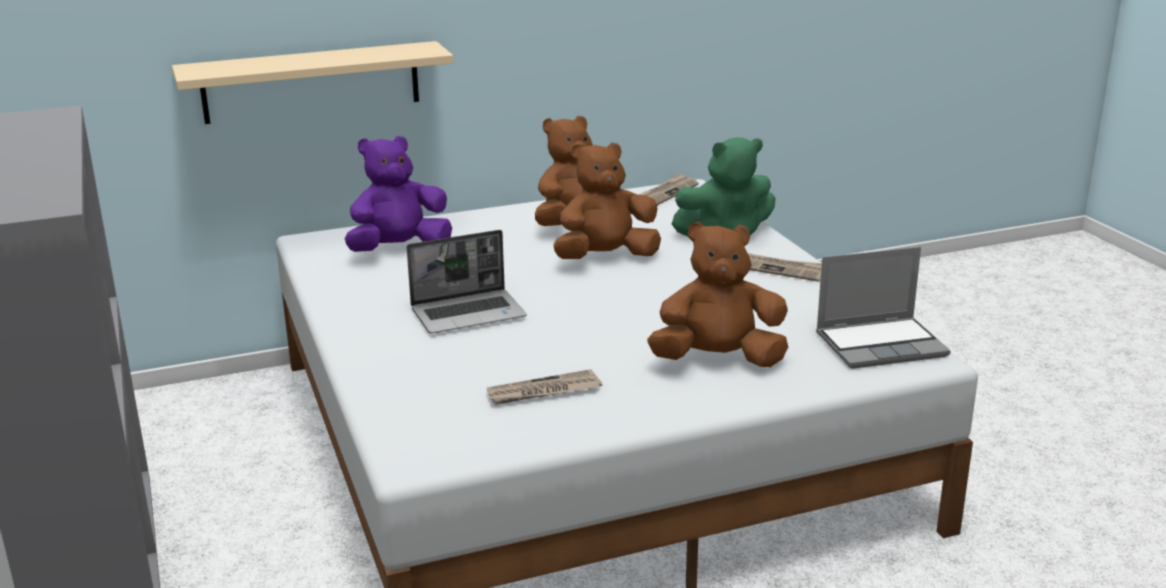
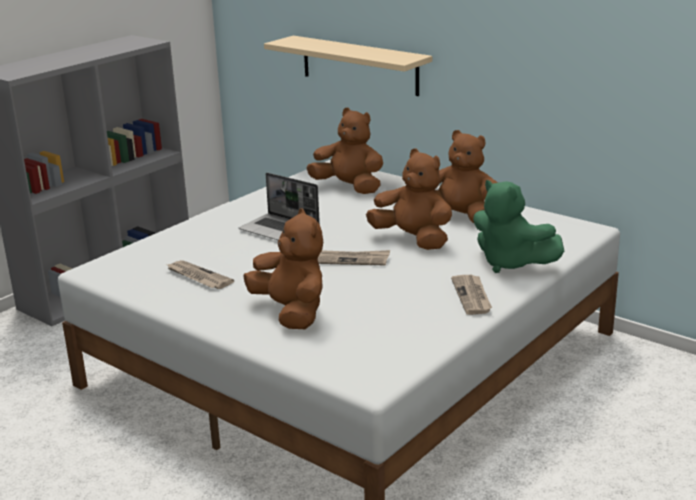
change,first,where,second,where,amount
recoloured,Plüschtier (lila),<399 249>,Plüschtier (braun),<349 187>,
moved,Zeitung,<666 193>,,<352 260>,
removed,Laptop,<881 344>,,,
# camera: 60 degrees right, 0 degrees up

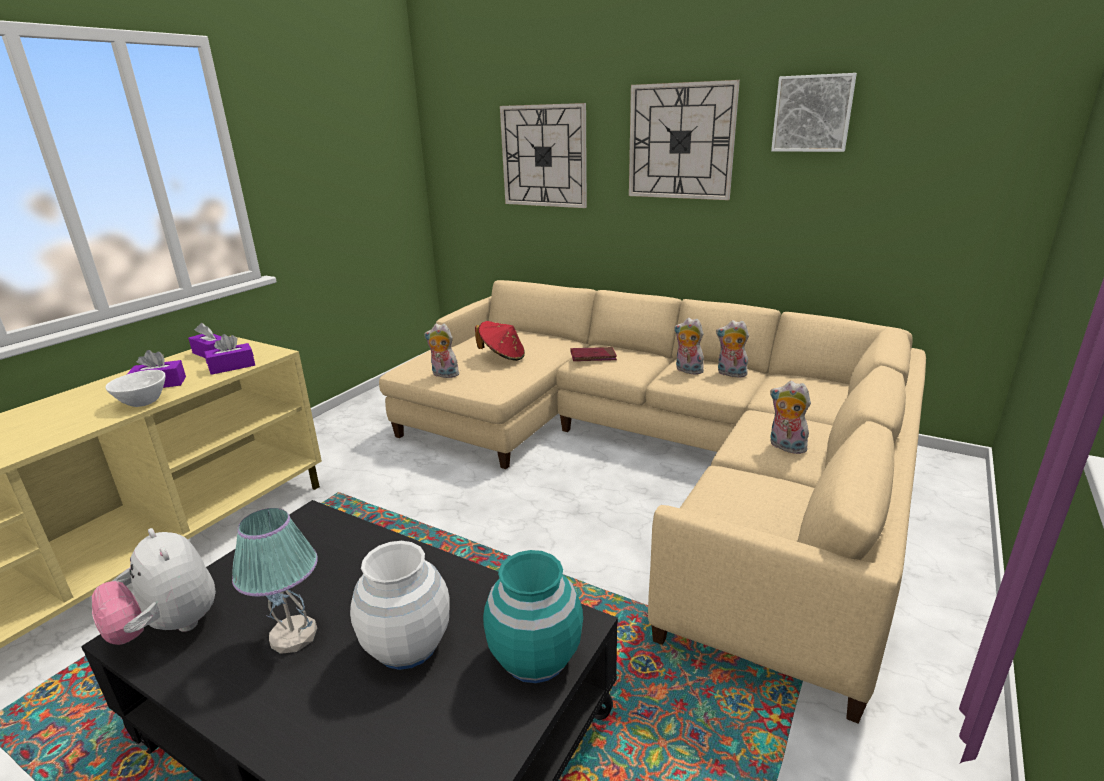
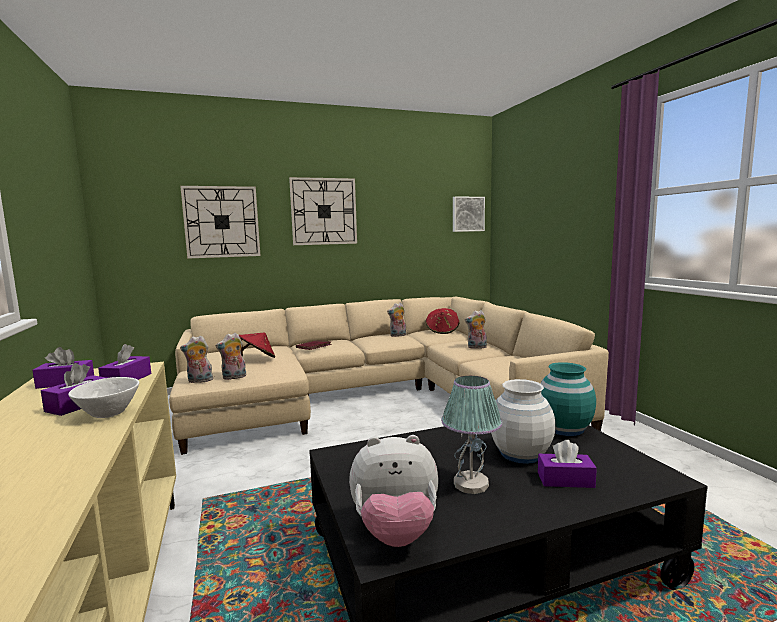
change,first,where,second,where,amount
moved,Bild,<812 113>,,<467 214>,
moved,Plüschtier,<687 370>,,<199 381>,
added,,,Hut (rot),<442 331>,
added,,,Taschentuchbox (lila),<565 480>,
# camera: 50 degrees left, 15 degrees down

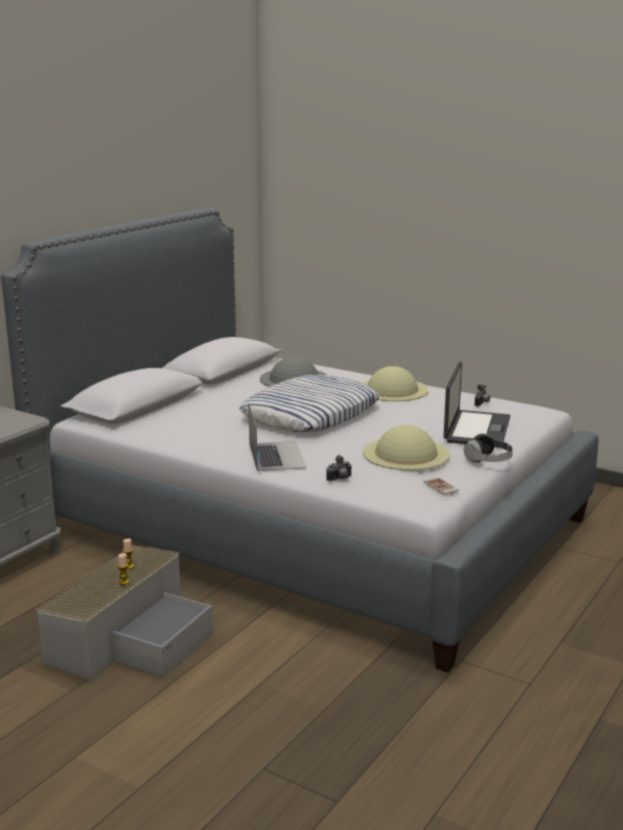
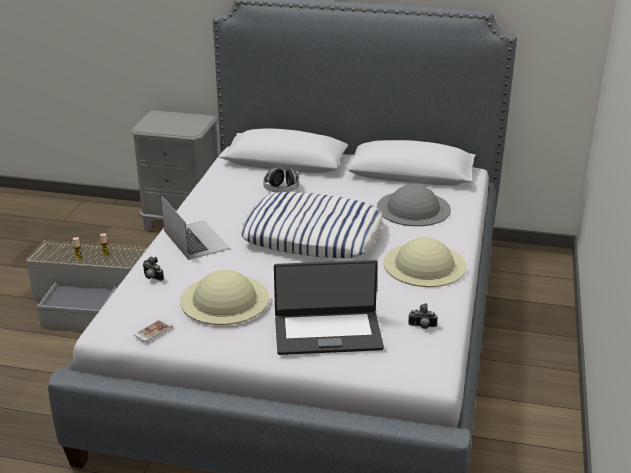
change,first,where,second,where,amount
turned,Laptop,<276 455>,,<196 239>,90 degrees counterclockwise
moved,Kopfhörer,<488 461>,,<281 190>,
# camera: 70 degrees right, 10 degrees up

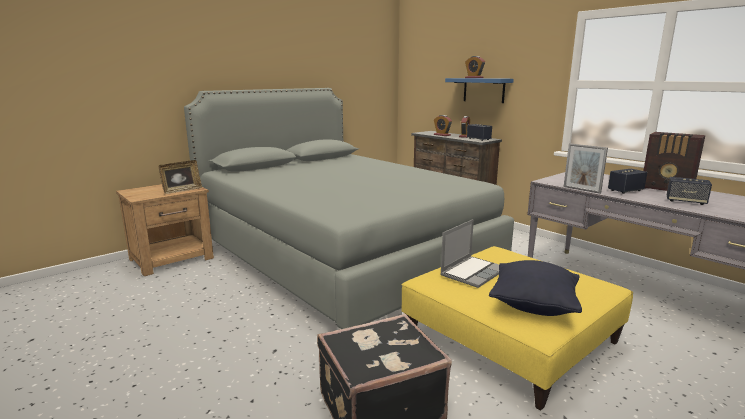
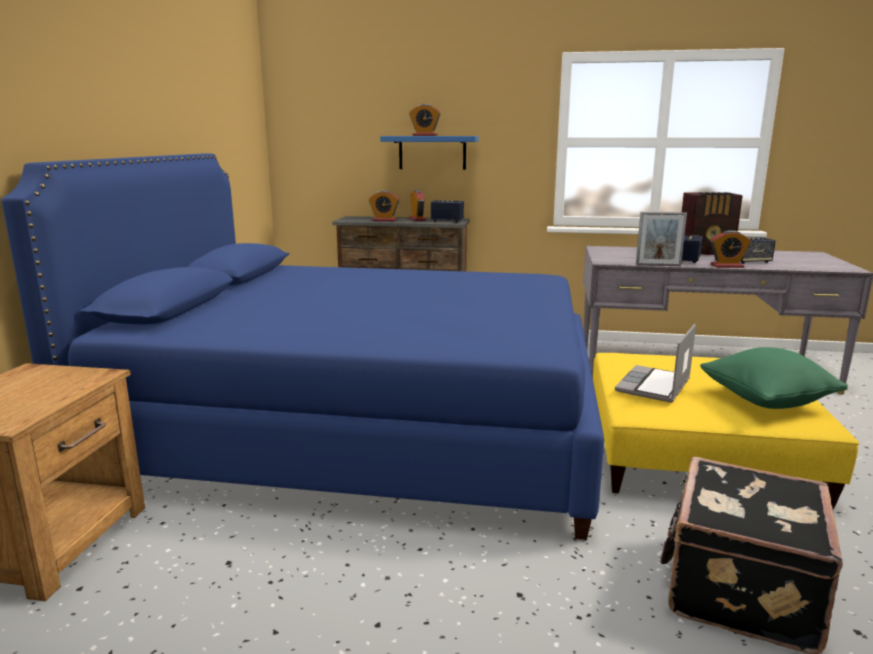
change,first,where,second,where,amount
recoloured,Bett (grau),<341 256>,Bett (blau),<361 429>,
removed,Bilderrahmen,<182 190>,,,
turned,Laptop,<473 272>,,<654 386>,150 degrees counterclockwise
recoloured,Kissen (schwarz),<533 306>,Kissen (grün),<766 401>,
added,,,Wecker,<727 266>,
# camera: 40 degrees left, 0 degrees up

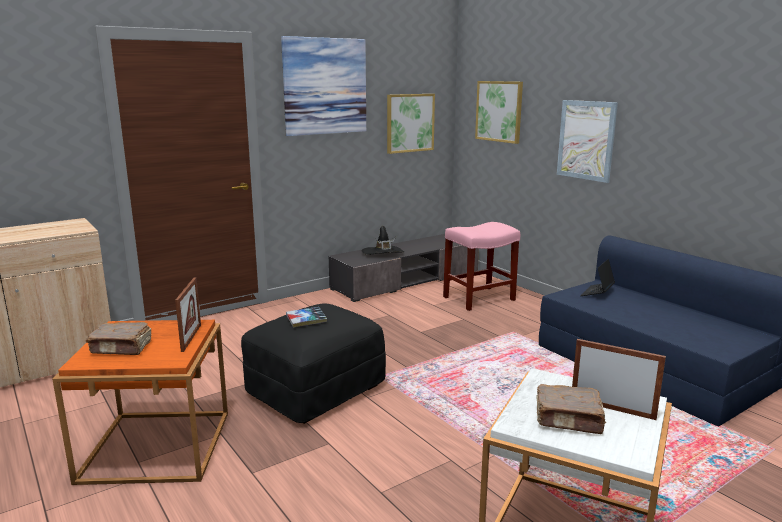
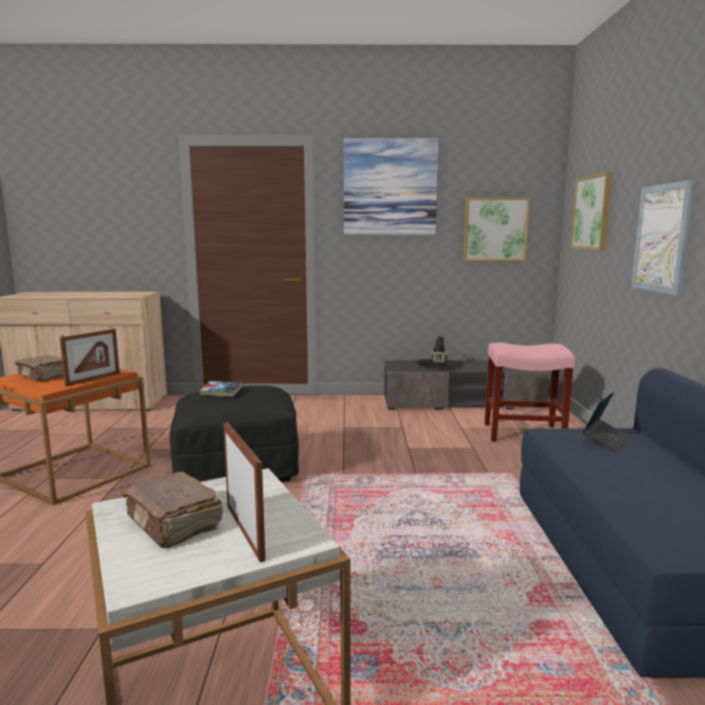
change,first,where,second,where,amount
turned,Laptop,<597 293>,,<606 440>,150 degrees clockwise
# camera: 35 degrees right, 5 degrees down

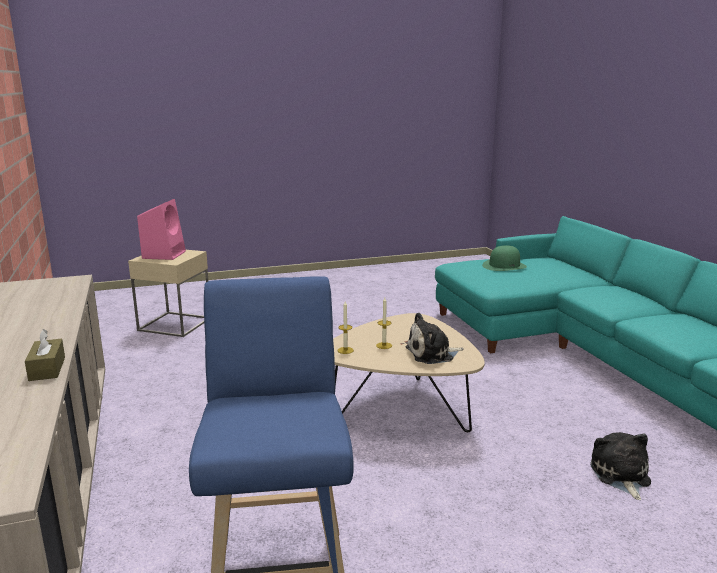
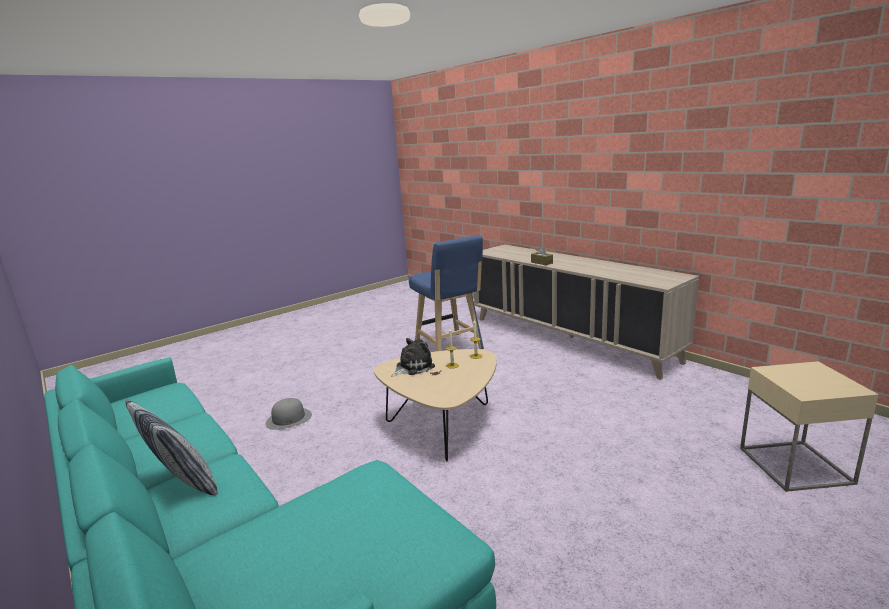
change,first,where,second,where,amount
removed,Lautsprecher (rosa),<164 254>,,,
removed,Hut (grün),<504 266>,,,
replaced,Plüschtier,<620 475>,Hut (grau),<289 419>,
added,,,Kissen,<183 484>,
# camera: 160 degrees right, 0 degrees up

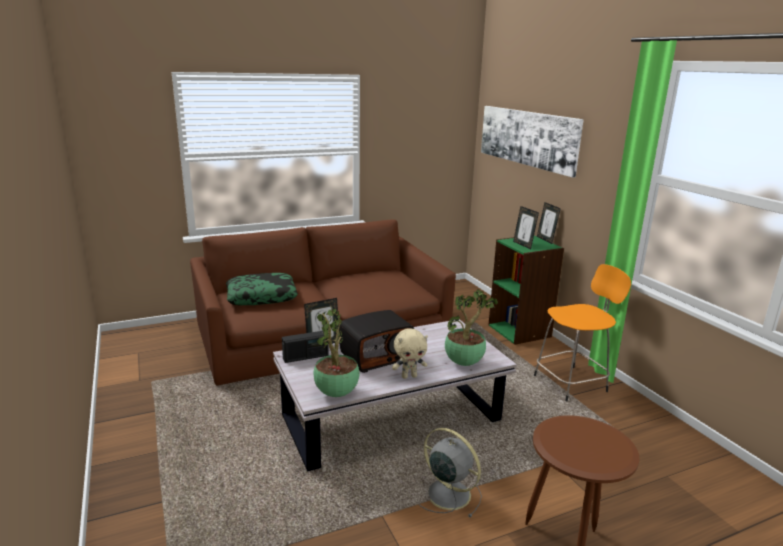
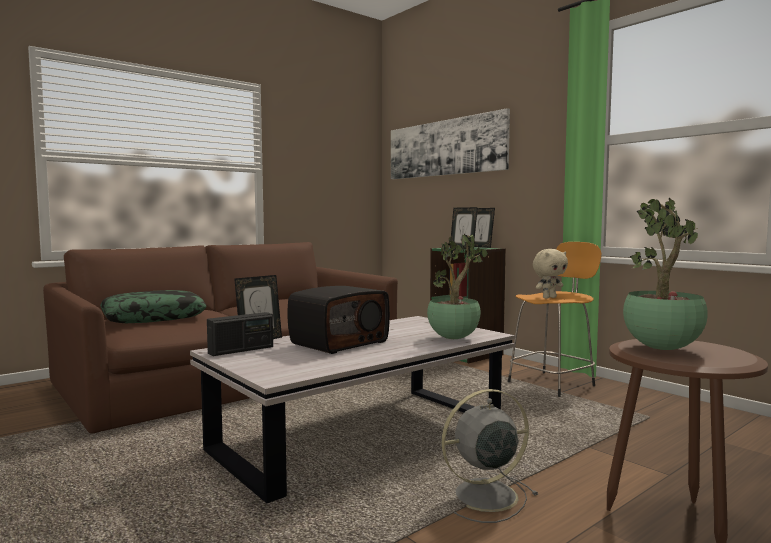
change,first,where,second,where,amount
moved,Topfpflanze,<336 394>,,<663 349>,
moved,Plüschtier (beige),<409 376>,,<549 297>,
turned,Ventilator (grau),<446 493>,,<482 496>,45 degrees counterclockwise
# camera: 15 degrees left, 15 degrees down

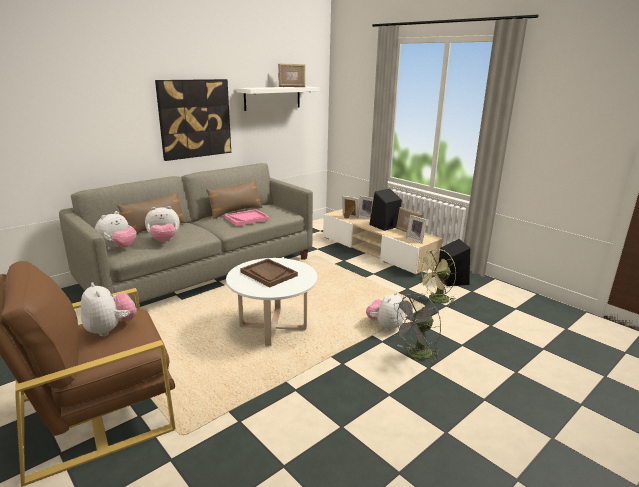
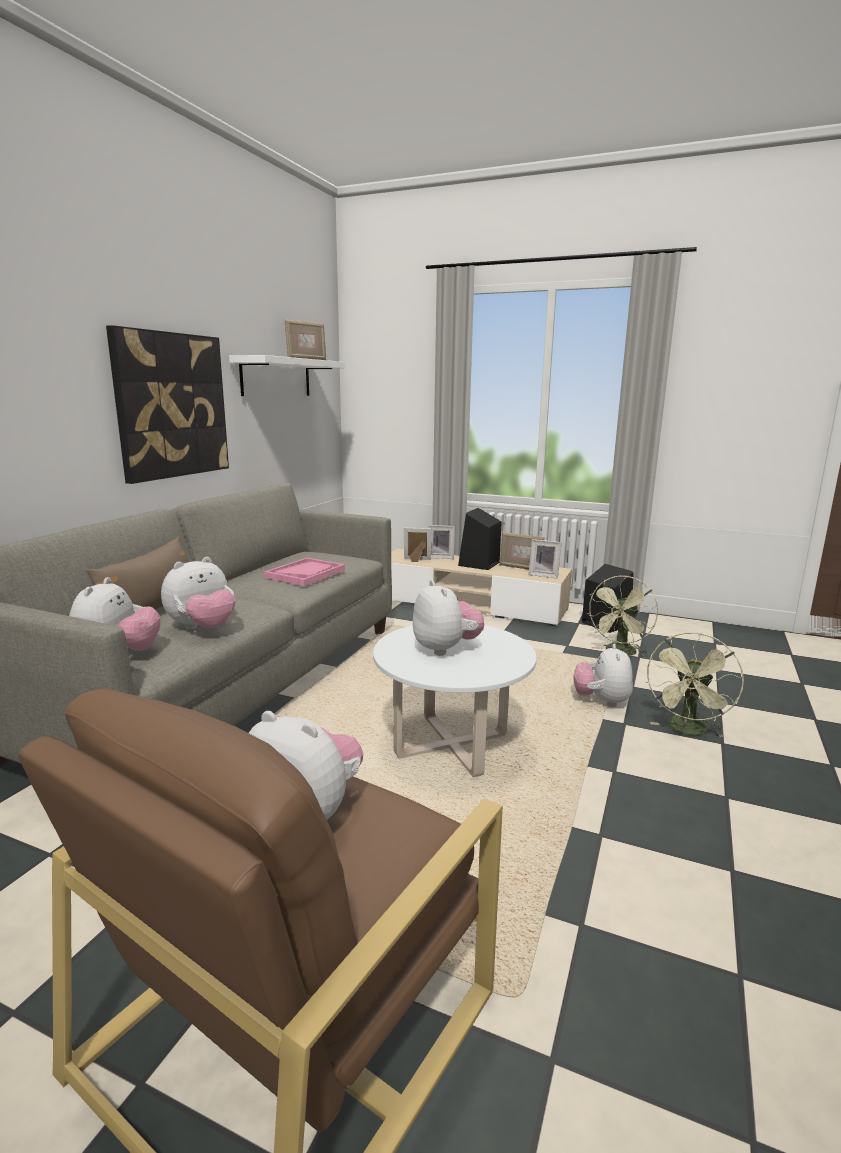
change,first,where,second,where,amount
removed,Kissen (braun),<235 212>,,,
replaced,Tablett (braun),<268 274>,Plüschtier,<445 649>,
recoloured,Ventilator (grau),<416 355>,Ventilator (grün),<687 731>,
# camera: 25 degrees left, 5 degrees down

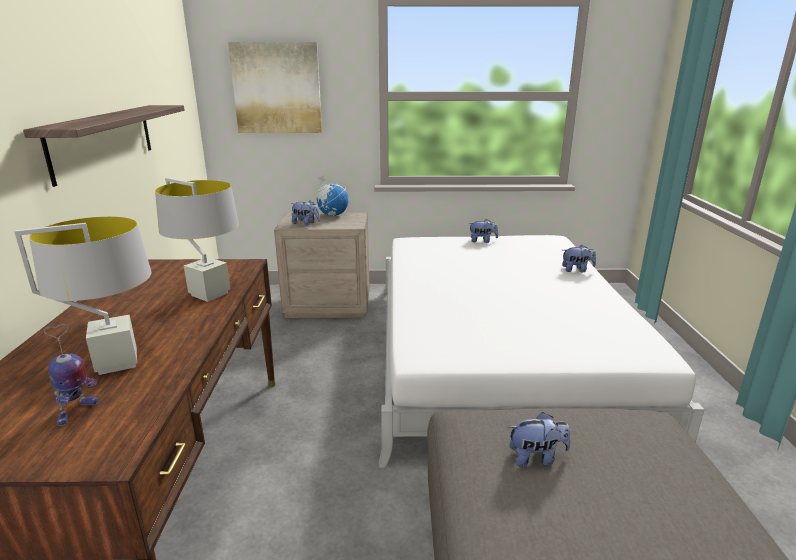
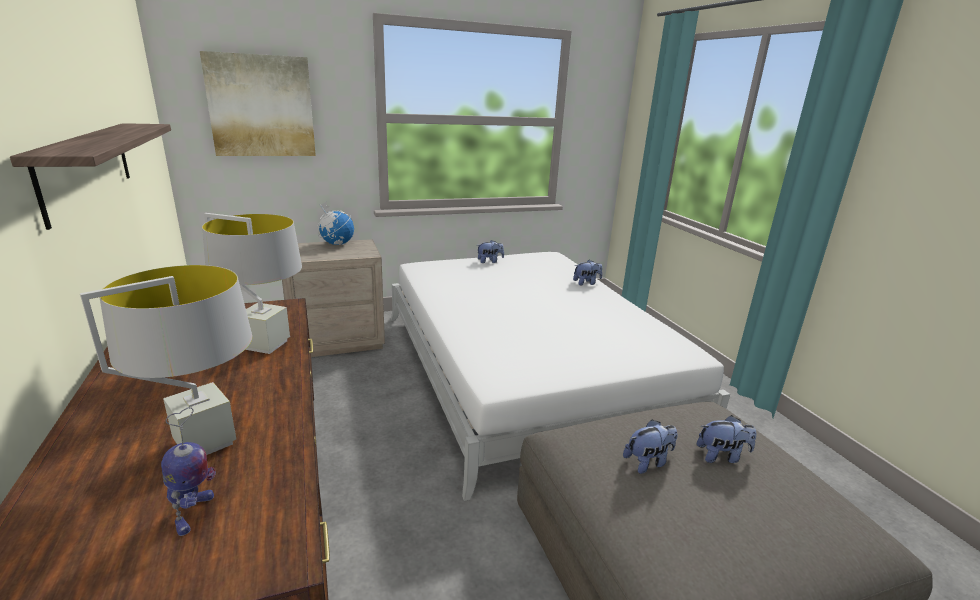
change,first,where,second,where,amount
moved,Plüschtier,<306 223>,,<722 456>,
# camera: 20 degrees left, 0 degrees up

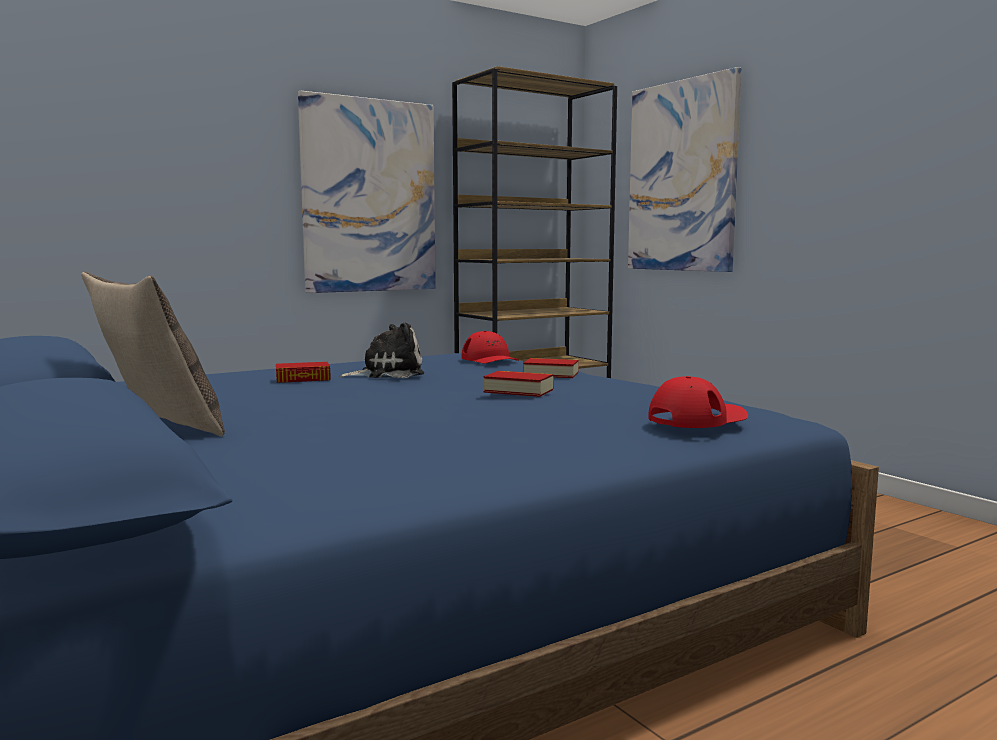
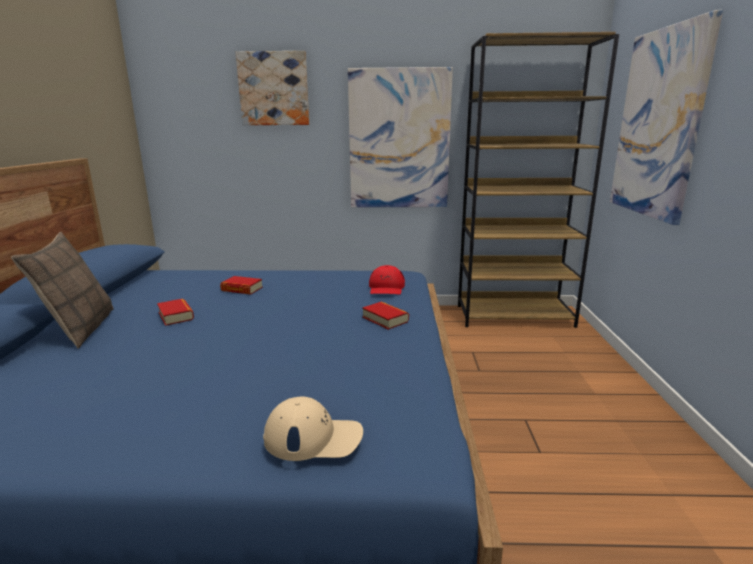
change,first,where,second,where,amount
removed,Plüschtier,<387 373>,,,
moved,Buch,<519 391>,,<176 316>,
recoloured,Kappe (rot),<697 418>,Kappe (beige),<314 437>,
added,,,Bild,<274 89>,
# camera: 35 degrees right, 10 degrees up

